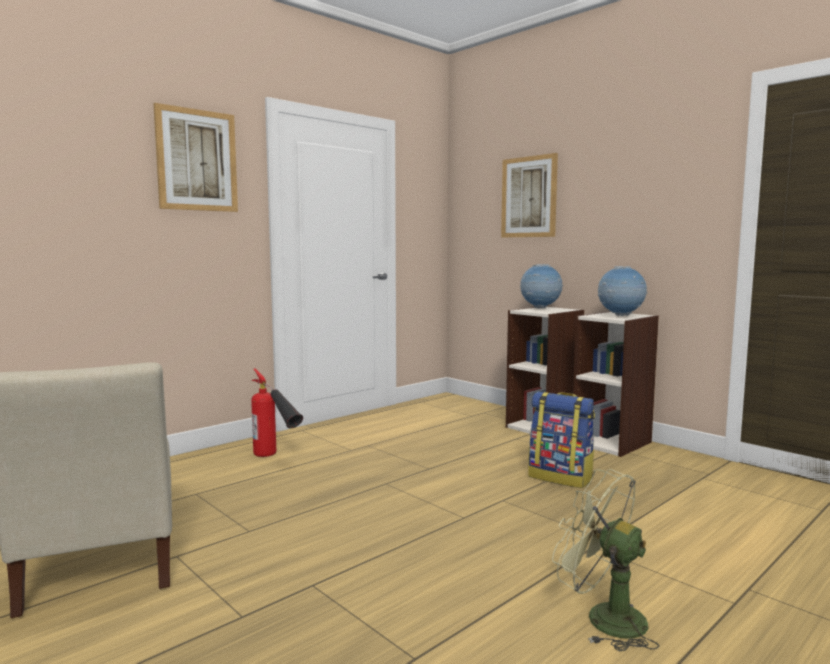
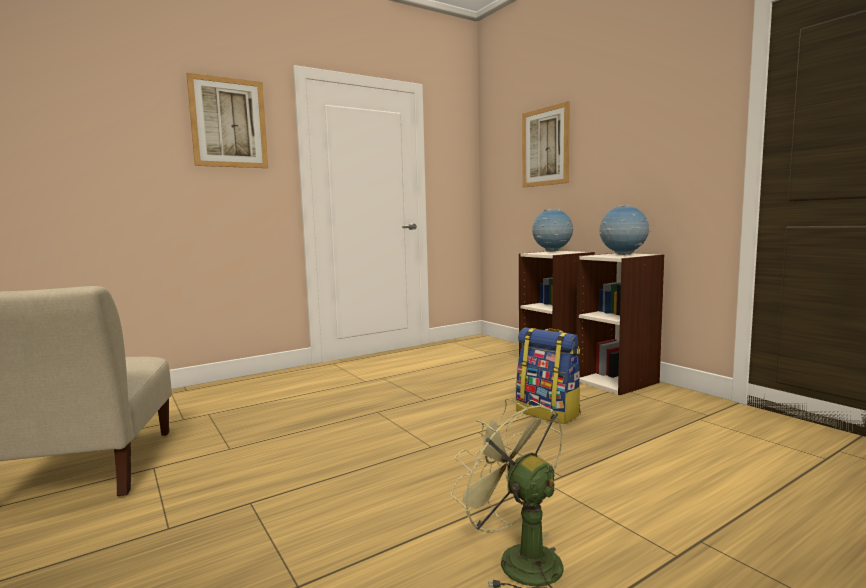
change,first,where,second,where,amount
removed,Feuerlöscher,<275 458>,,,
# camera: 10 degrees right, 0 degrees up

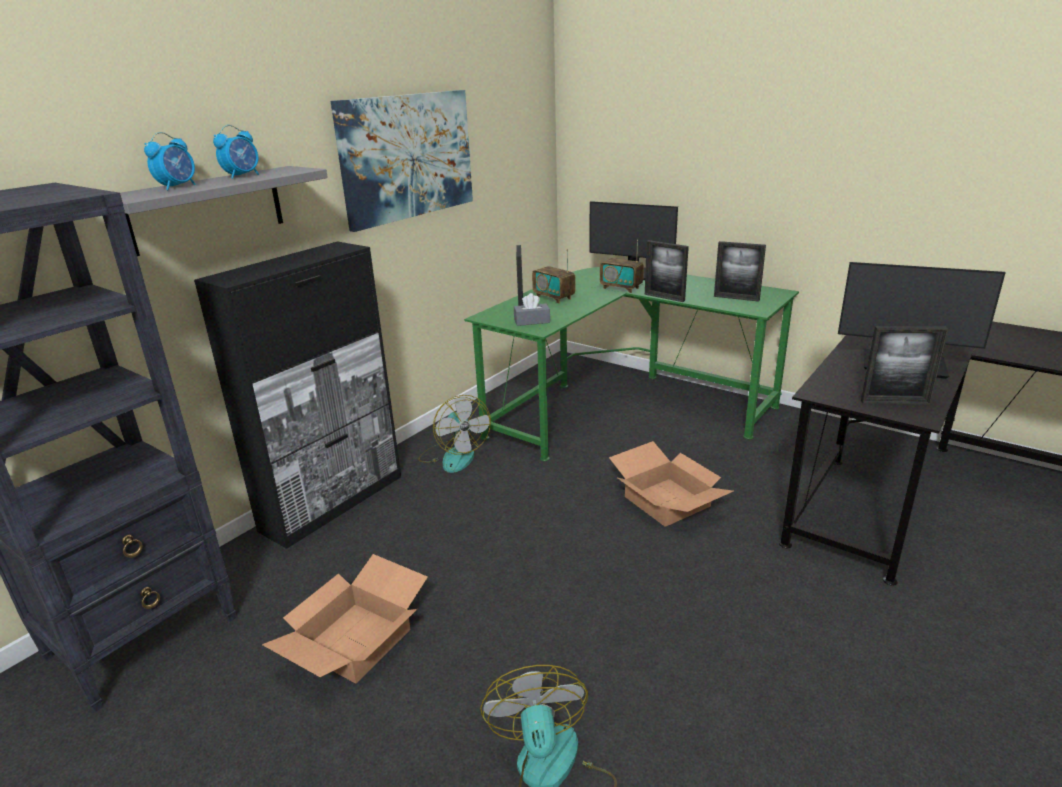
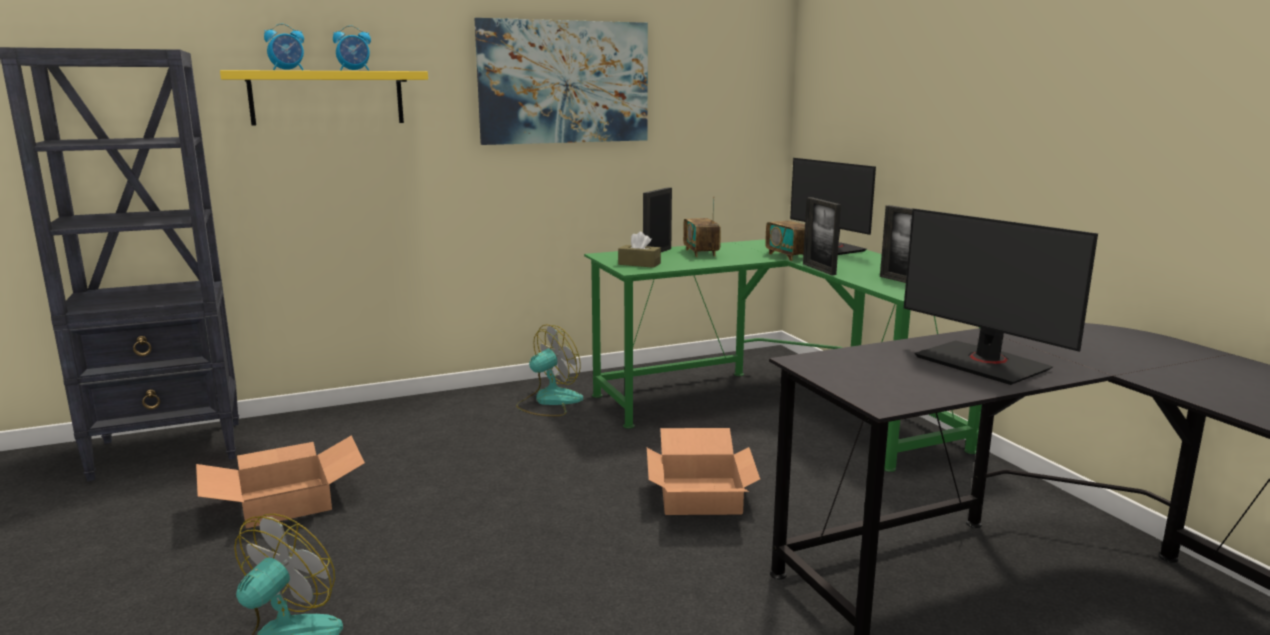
change,first,where,second,where,amount
recoloured,Wandregal (grau),<207 209>,Wandregal (gelb),<327 98>,
removed,Schrank (schwarz),<334 502>,,,
recoloured,Taschentuchbox (grau),<532 321>,Taschentuchbox (braun),<639 264>,
removed,Bilderrahmen,<895 402>,,,
turned,Ventilator,<454 456>,,<549 402>,135 degrees counterclockwise
# camera: 30 degrees right, 10 degrees down

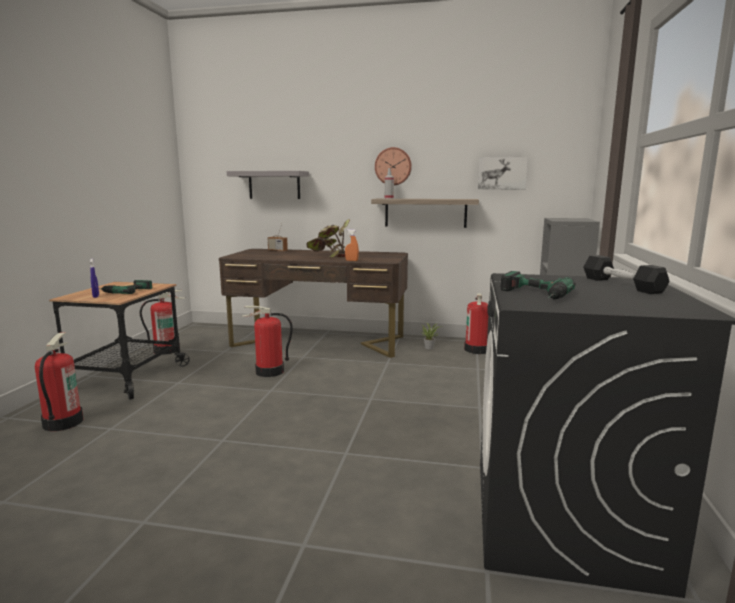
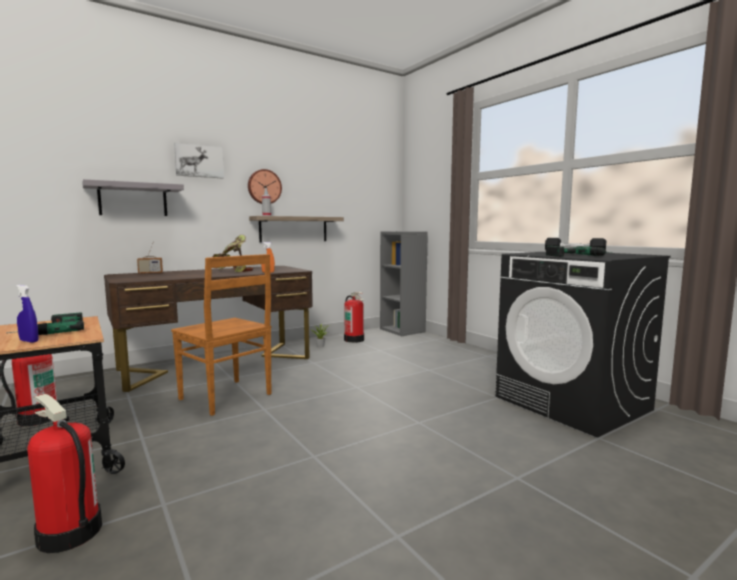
change,first,where,second,where,amount
moved,Bild,<502 173>,,<199 161>,
replaced,Feuerlöscher,<269 372>,Stuhl (braun),<227 397>,
# camera: 45 degrees left, 5 degrees down

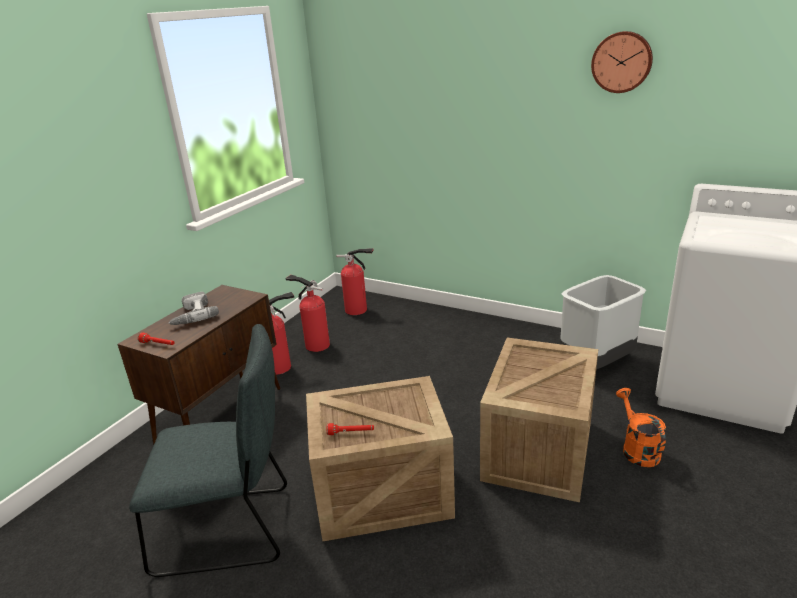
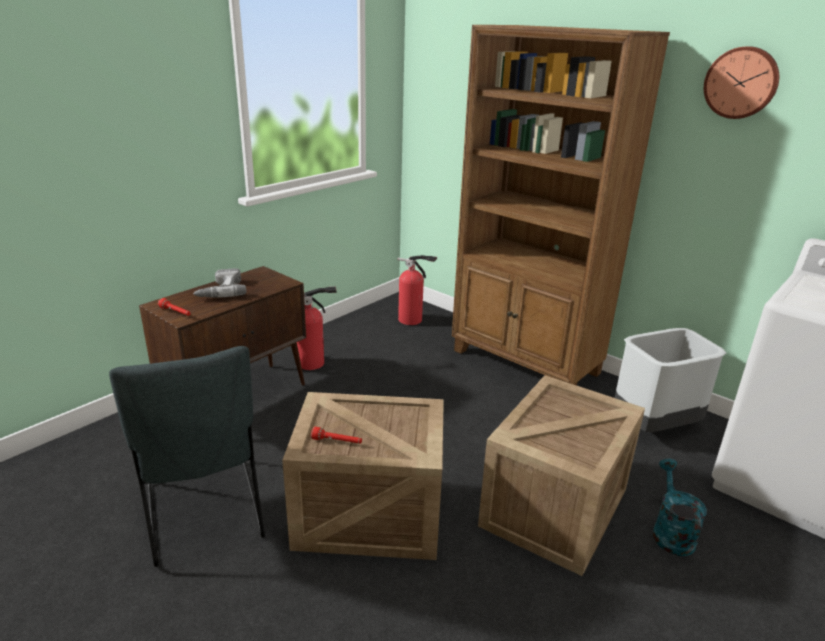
change,first,where,second,where,amount
removed,Feuerlöscher,<315 344>,,,
turned,Stuhl (grau),<231 529>,,<205 516>,60 degrees clockwise
recoloured,Gießkanne (orange),<637 449>,Gießkanne (türkis),<670 532>,
added,,,Bücherregal (braun),<525 363>,
# camera: 10 degrees right, 0 degrees up

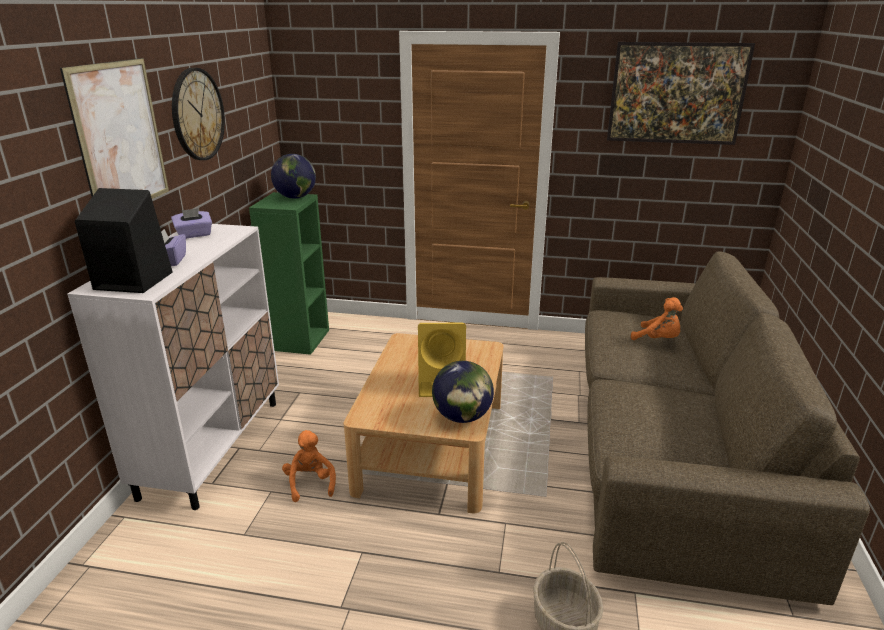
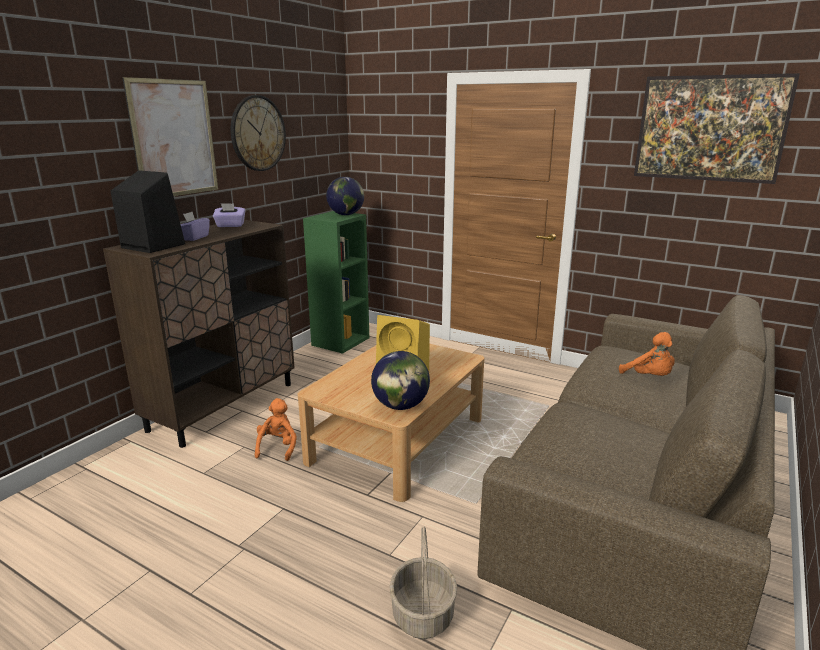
change,first,where,second,where,amount
recoloured,Schrank (weiß),<213 446>,Schrank (braun),<224 406>,
# camera: 20 degrees right, 5 degrees down

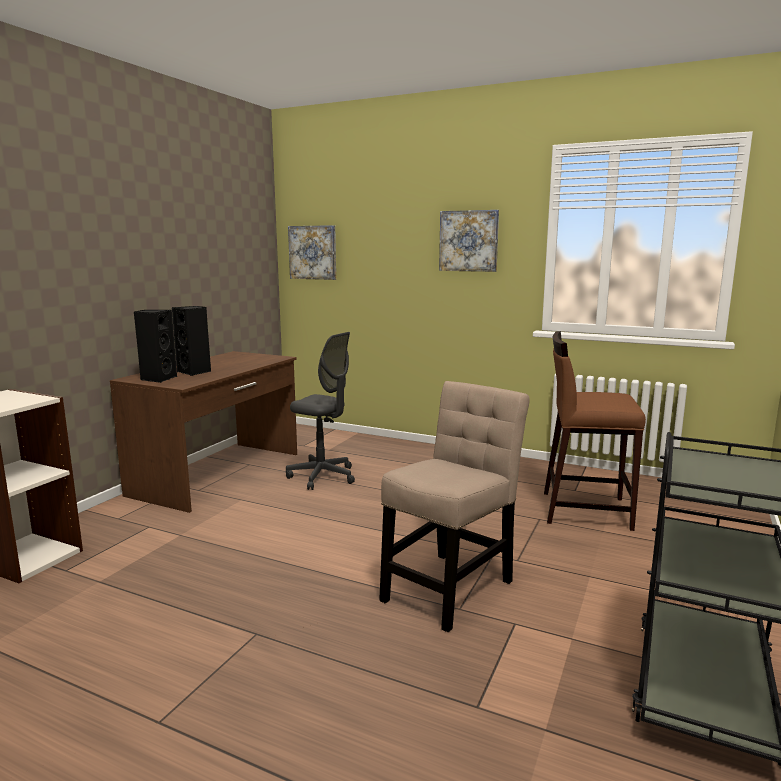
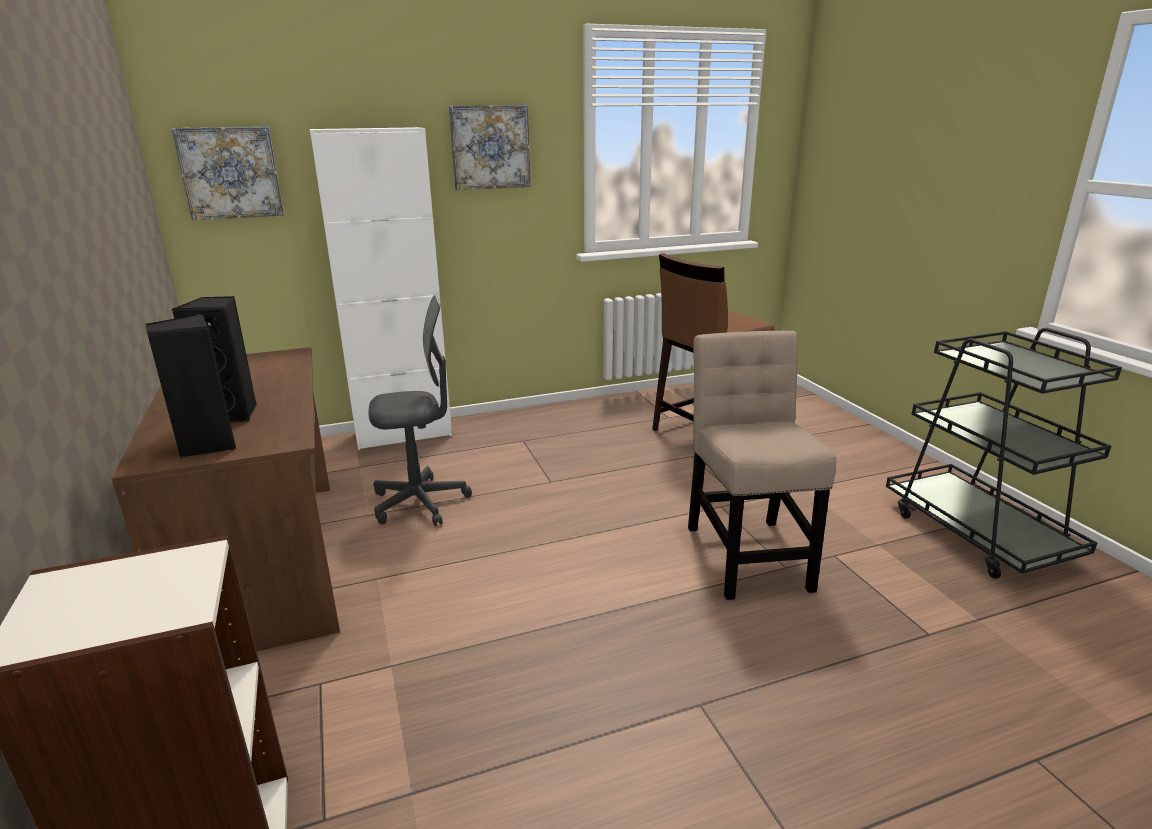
change,first,where,second,where,amount
added,,,Schrank (weiß),<403 434>,
# camera: 45 degrees left, 10 degrees up

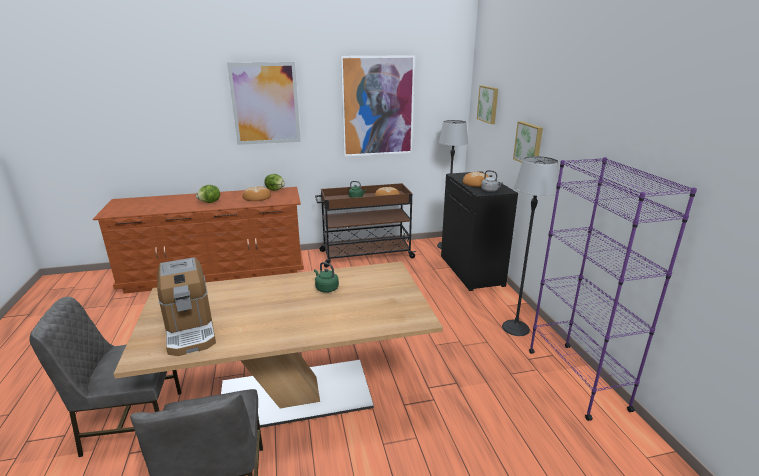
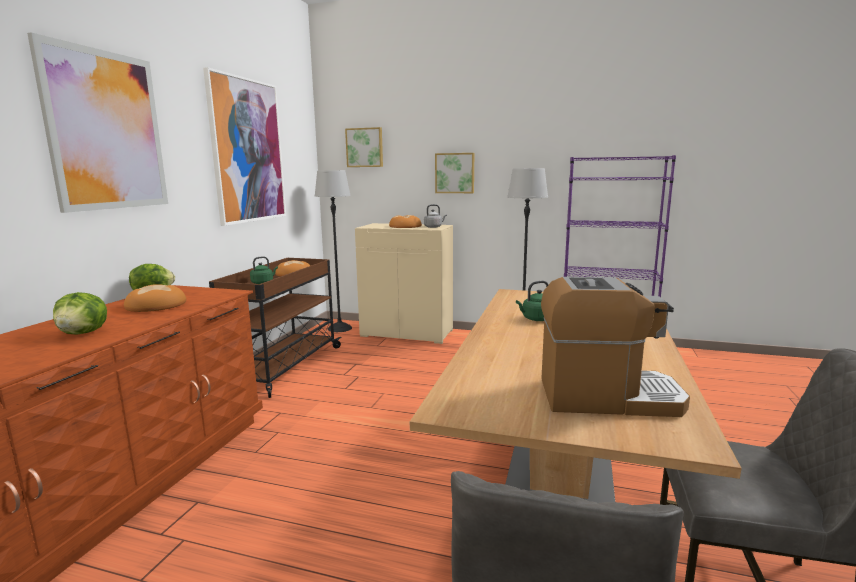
change,first,where,second,where,amount
recoloured,Schrank (schwarz),<472 271>,Schrank (beige),<407 333>,
# camera: 60 degrees left, 10 degrees down

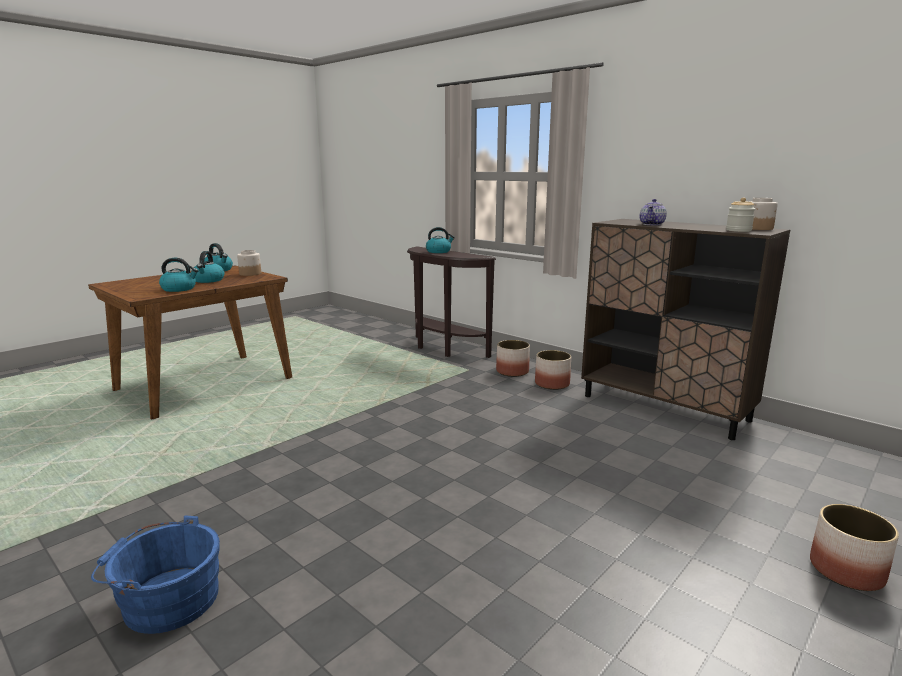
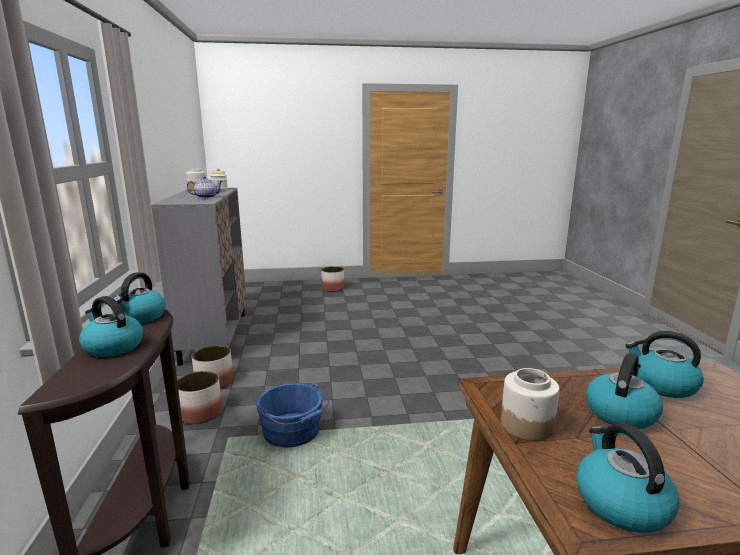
change,first,where,second,where,amount
recoloured,Schrank (braun),<664 408>,Schrank (grau),<215 337>,
moved,Eimer (blau),<166 599>,,<293 432>,
added,,,Wasserkessel,<140 317>,
# camera: 140 degrees left, 0 degrees up

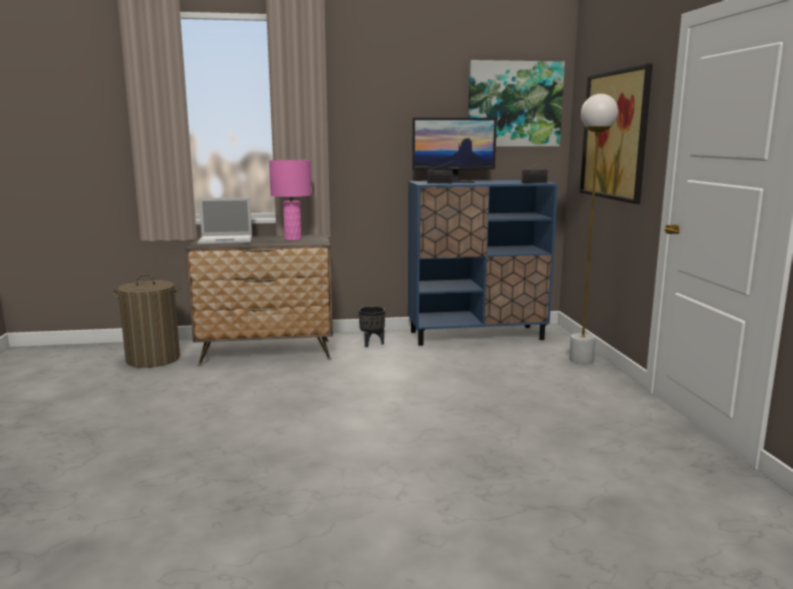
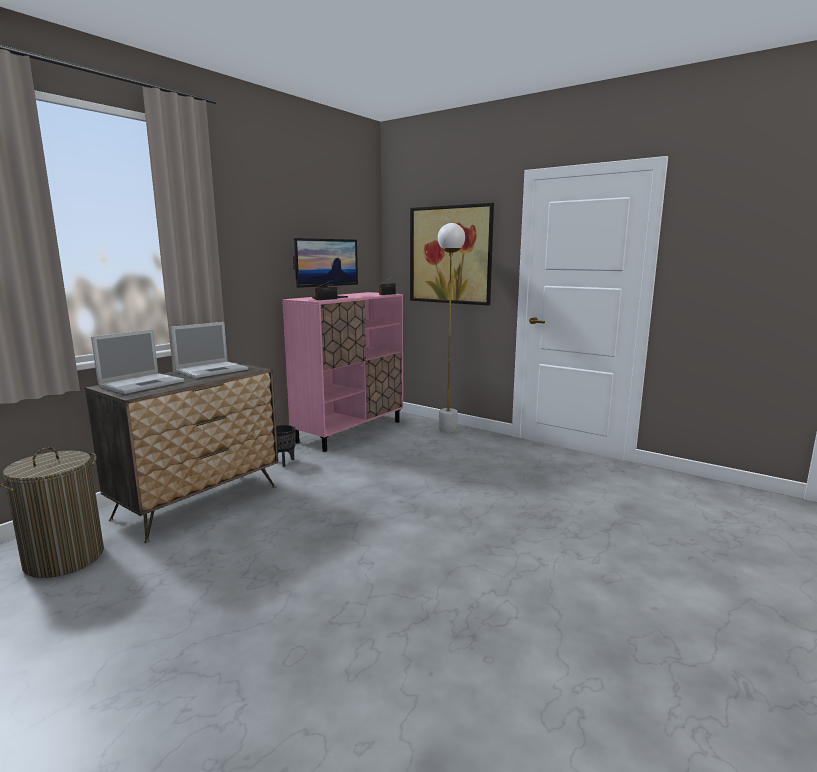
change,first,where,second,where,amount
removed,Bild,<514 104>,,,
replaced,Tischlampe (rosa),<293 239>,Laptop,<213 370>,
recoloured,Schrank (blau),<477 335>,Schrank (rosa),<350 431>,
# camera: 45 degrees left, 0 degrees up

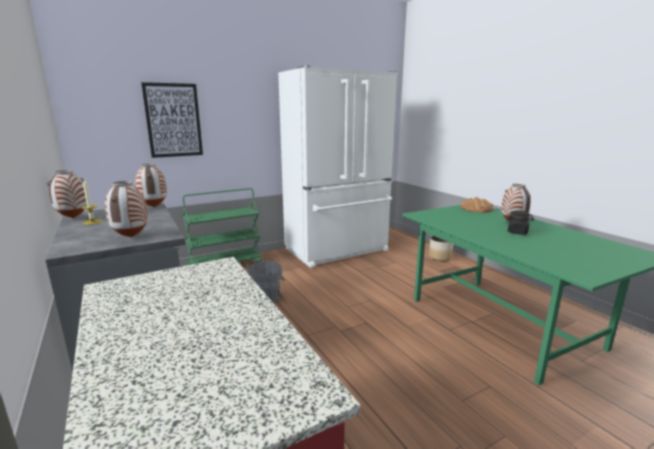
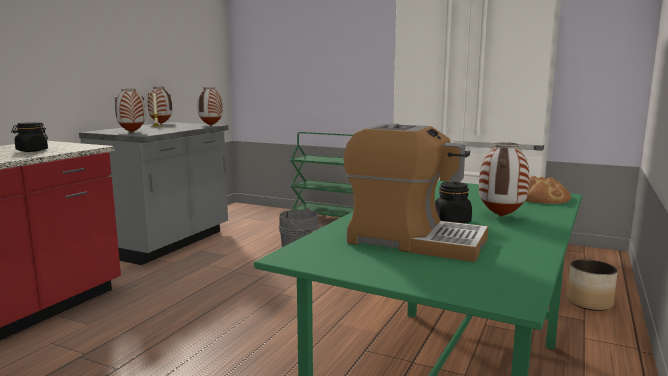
change,first,where,second,where,amount
removed,Bild,<173 120>,,,
added,,,Vorratsglas (schwarz),<32 150>,
added,,,Kaffeemaschine,<414 241>,
# camera: 55 degrees right, 5 degrees down

